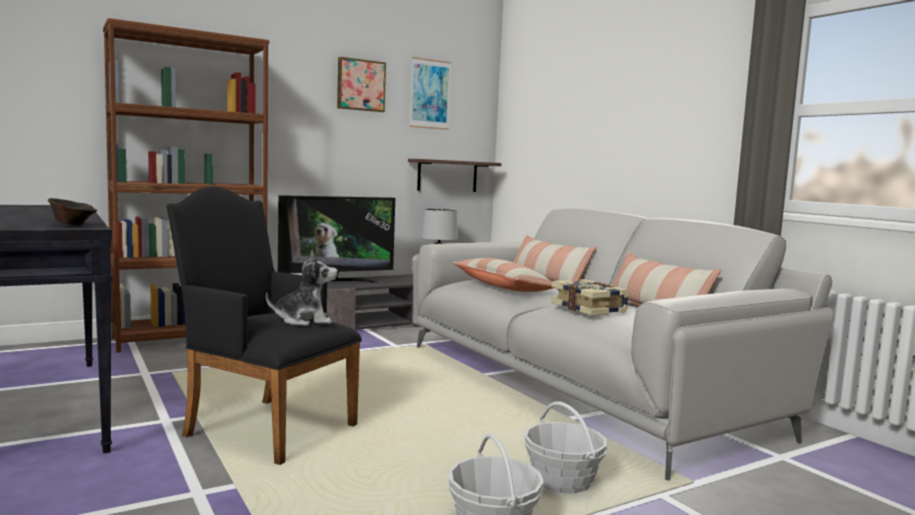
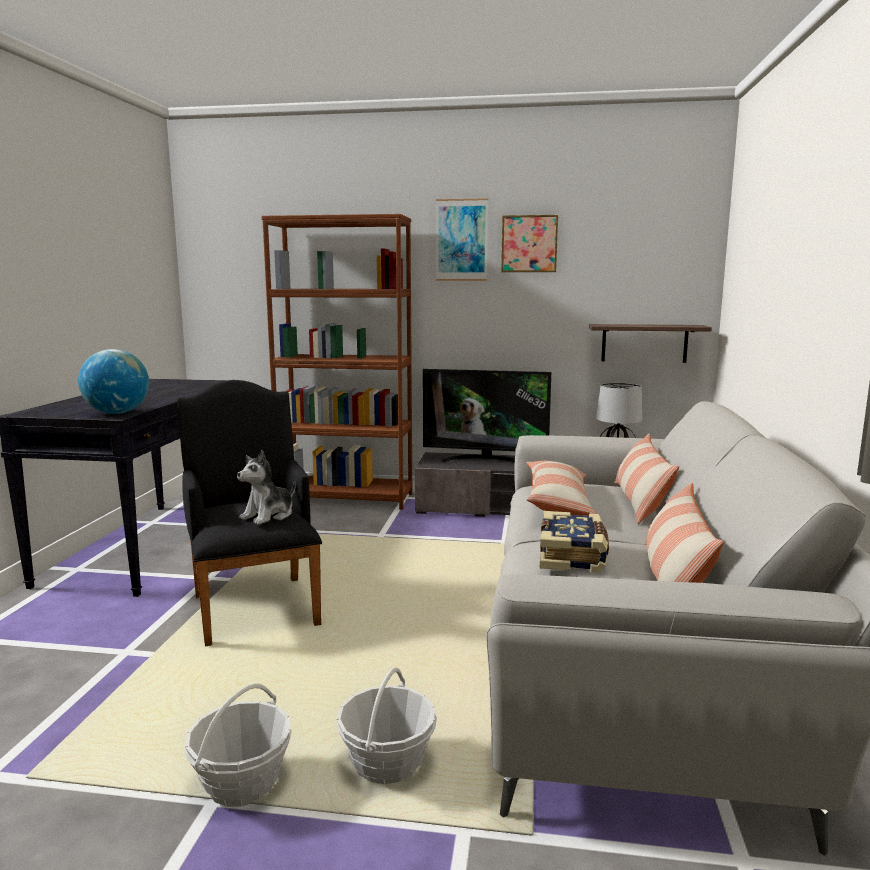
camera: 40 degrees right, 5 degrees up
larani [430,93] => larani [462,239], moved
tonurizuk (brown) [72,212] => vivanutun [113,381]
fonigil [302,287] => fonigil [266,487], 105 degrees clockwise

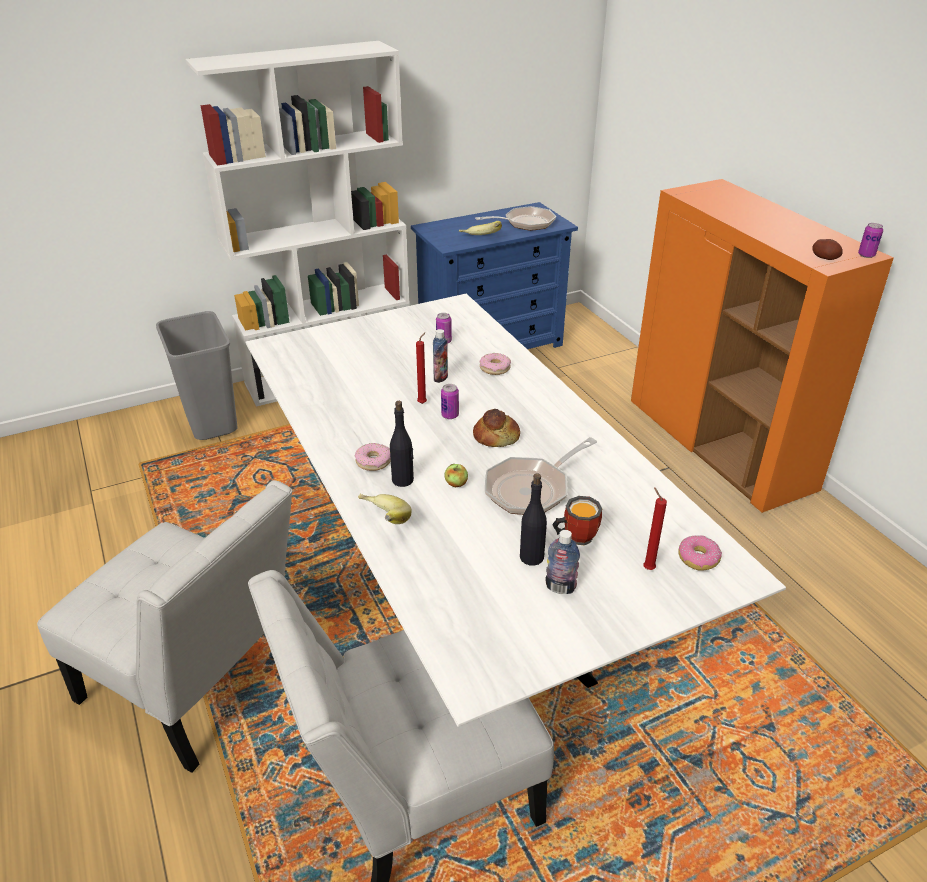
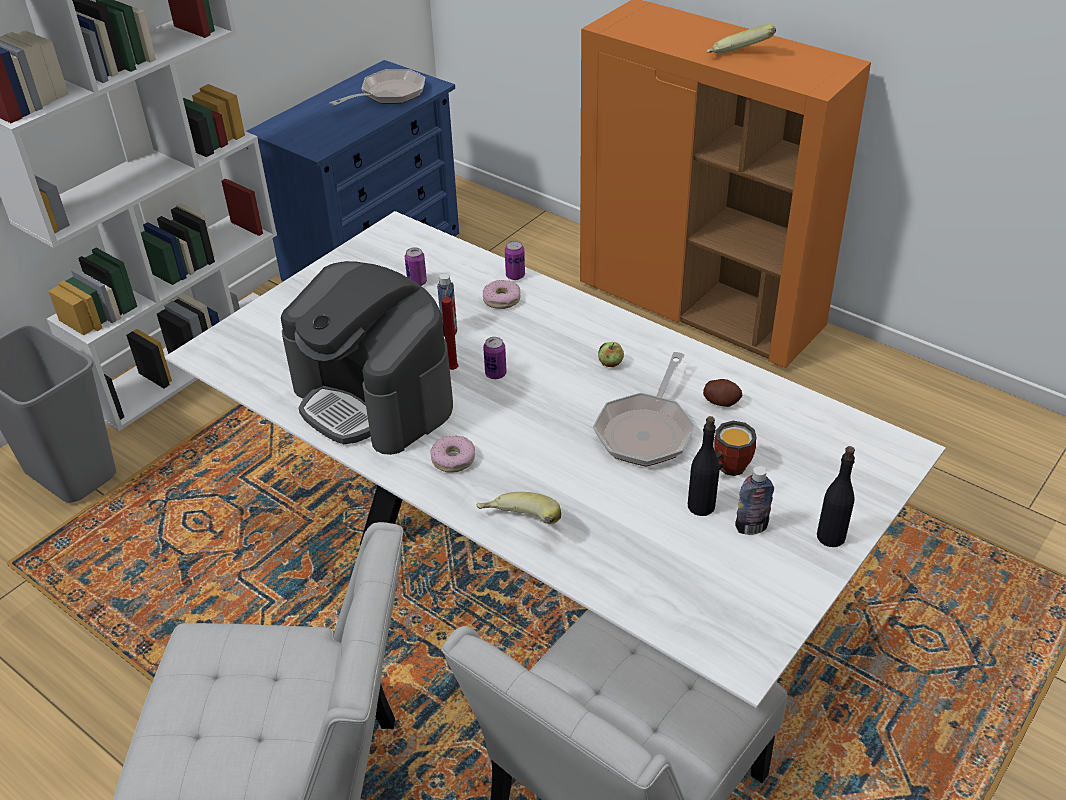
camera: 25 degrees left, 5 degrees up
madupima [480,228] => madupima [741,39], moved
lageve [870,240] => lageve [515,260], moved
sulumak [827,249] => sulumak [723,393], moved
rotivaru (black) [402,444] => rotivaru (black) [836,496], moved
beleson [496,428] => nothing
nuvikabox [456,475] => nuvikabox [611,354], moved
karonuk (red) [655,528] => nothing
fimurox [700,553] => nothing
nothing => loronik [367,358]

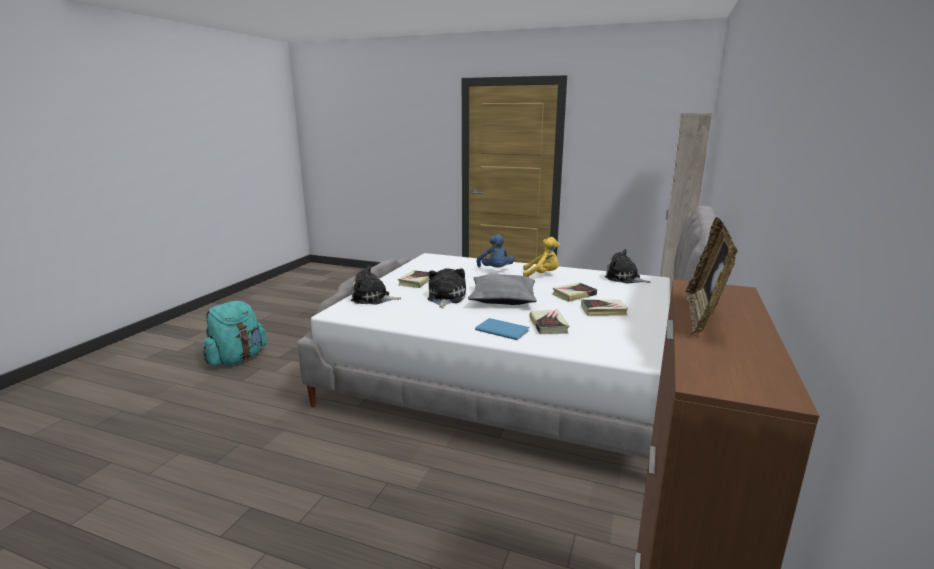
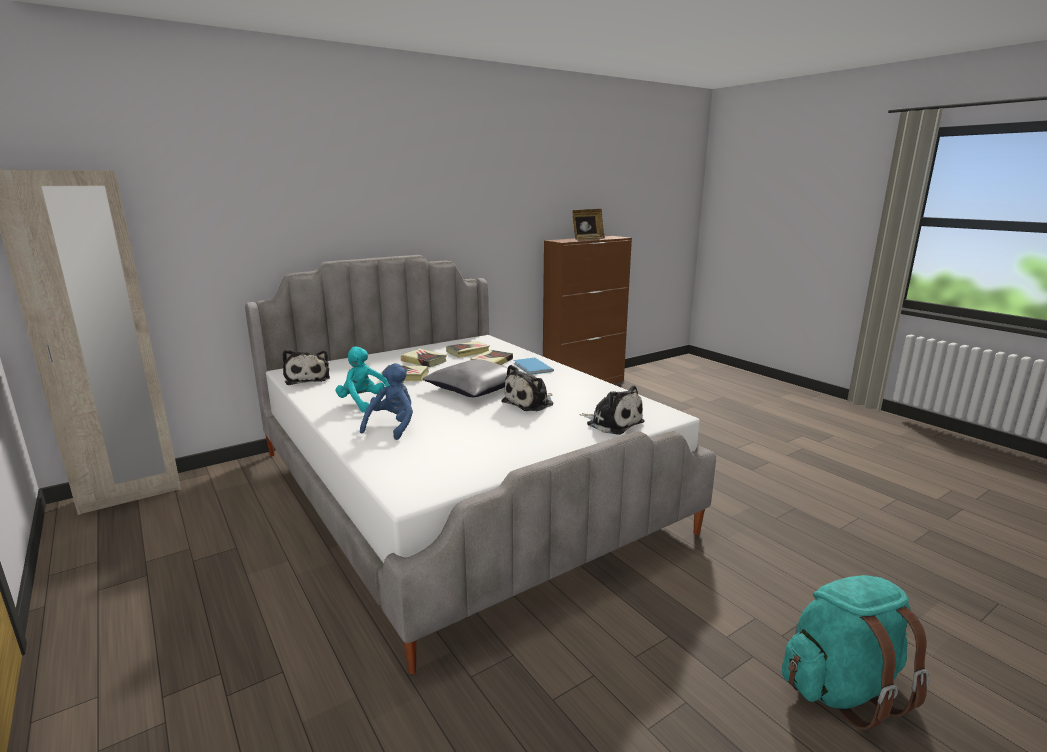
camera: 145 degrees left, 0 degrees up
fonigil (yellow) [541,257] => fonigil (turquoise) [363,379]
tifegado [414,279] => tifegado [468,349], moved

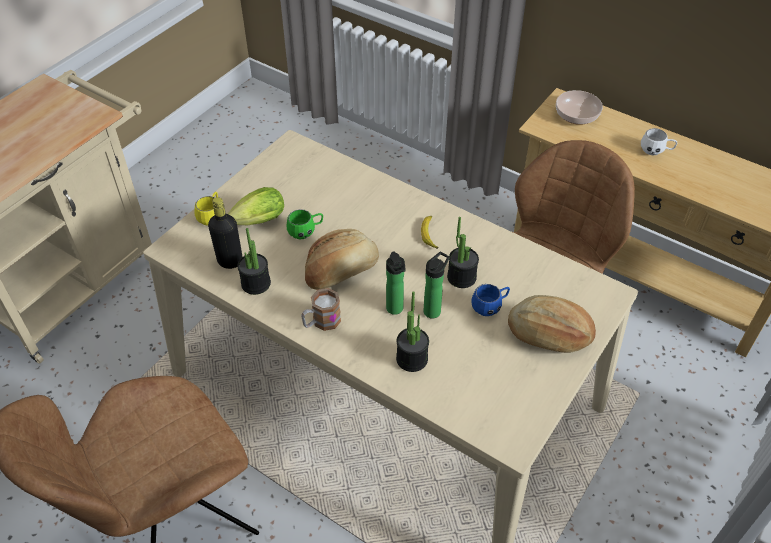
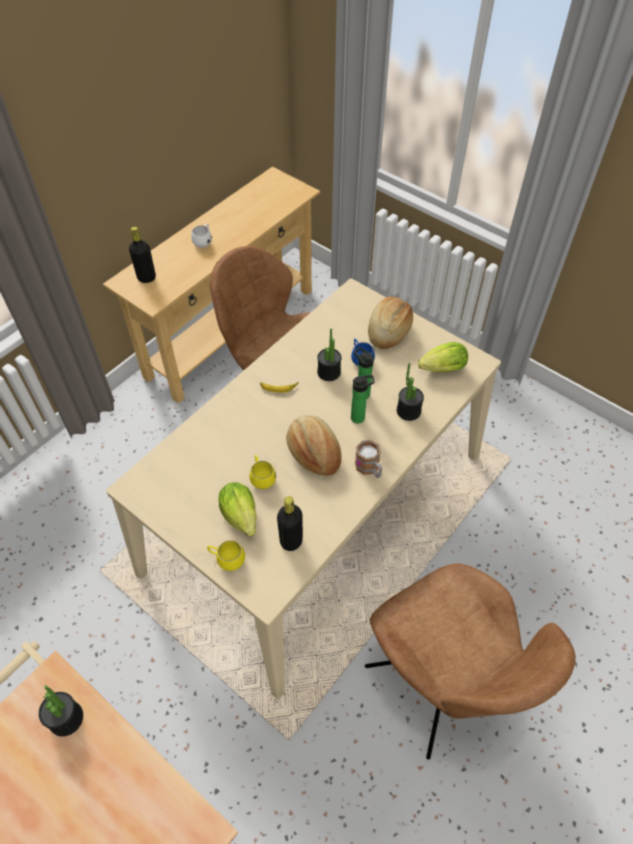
camera: 85 degrees left, 5 degrees up
tonurizuk [579,107] => rotivaru (black) [142,255]
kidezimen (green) [305,224] => kidezimen (yellow) [262,472]
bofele [254,261] => bofele [61,710], moved
nothing => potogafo [443,357]

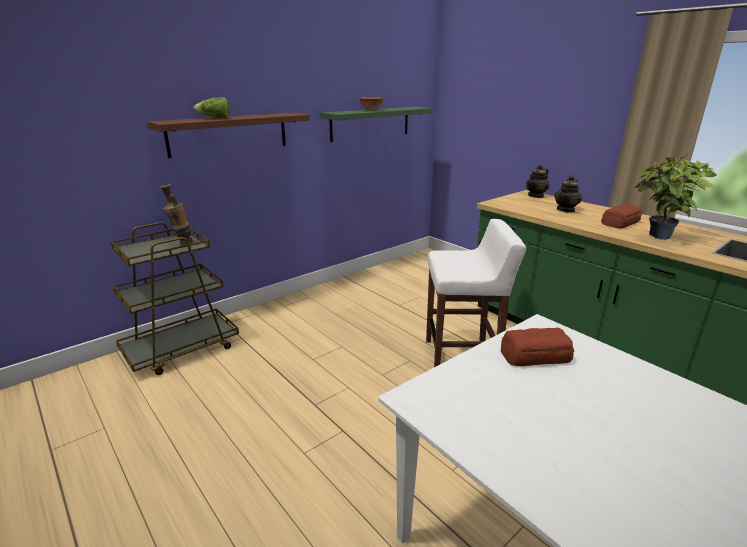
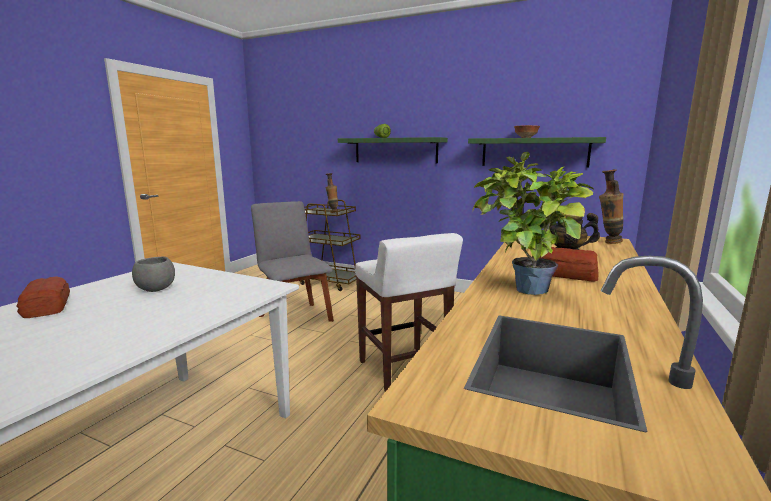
camera: 65 degrees right, 10 degrees down
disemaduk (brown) [228,135] => disemaduk (green) [393,150]
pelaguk [537,181] => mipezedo [611,206]
beleson [537,346] => beleson [43,297], moved
nothing => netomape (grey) [292,261]
nothing => tonurizuk (grey) [153,274]

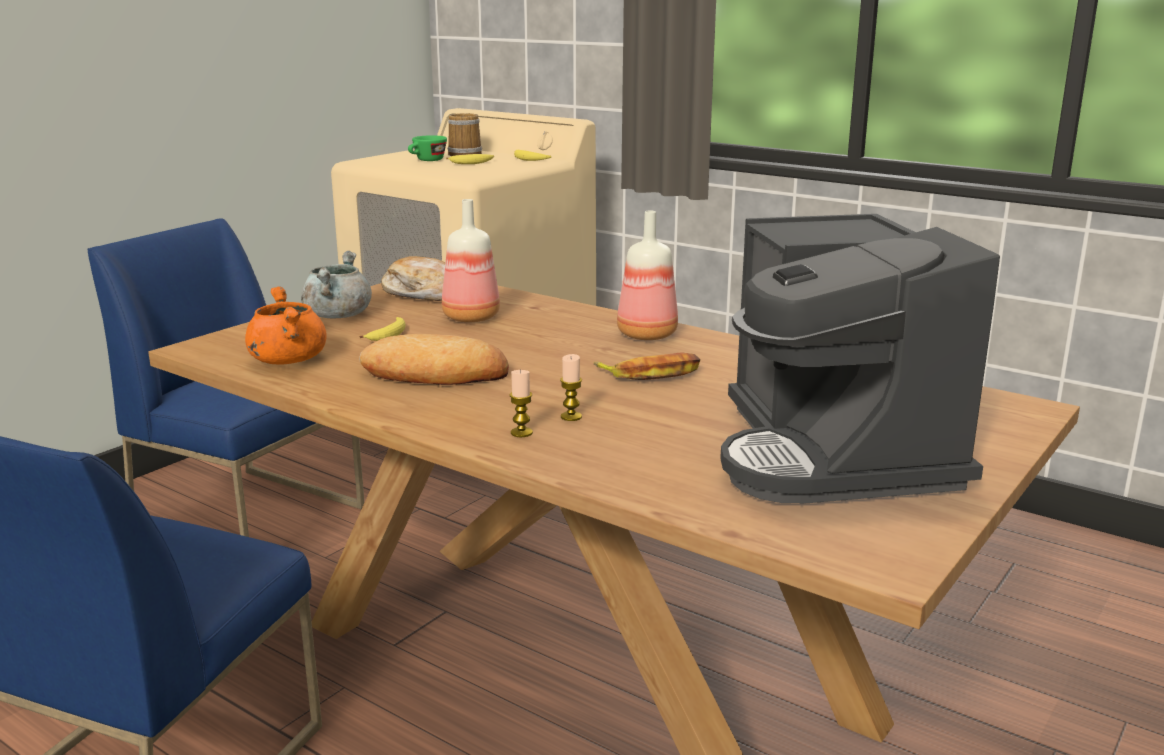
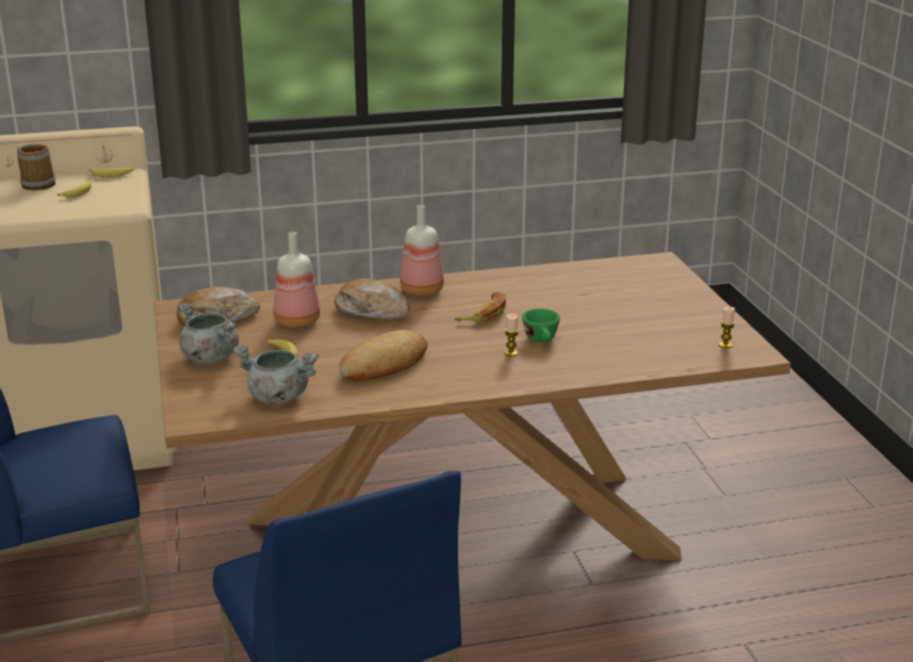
camera: 50 degrees left, 5 degrees up
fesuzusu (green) [427,148] => fesuzusu (green) [541,325], moved
loronik [860,359] => nothing
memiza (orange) [286,325] => memiza (grey) [275,374]
karonuk [521,403] => karonuk [727,327], moved
nothing => beleson [371,299]

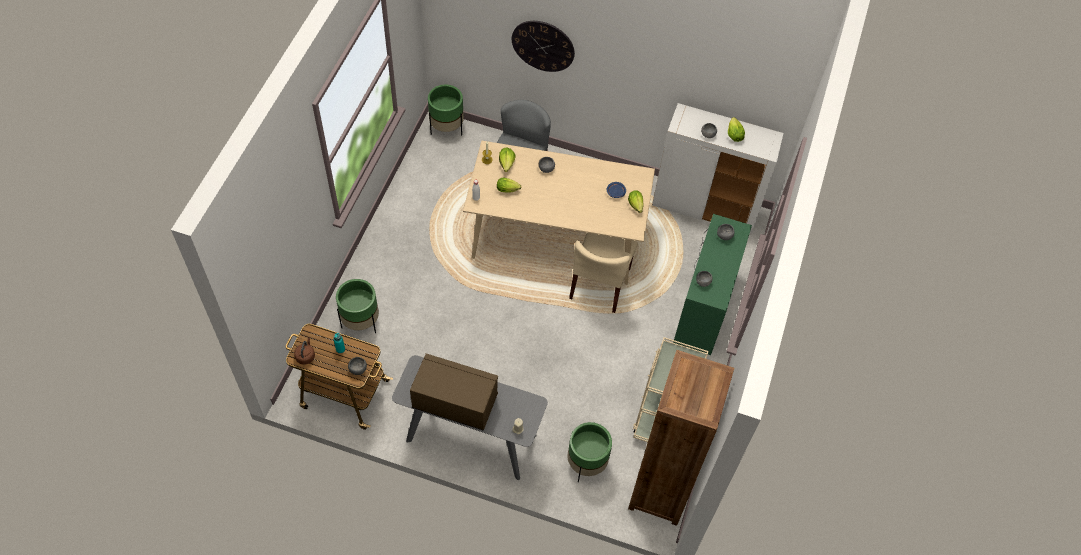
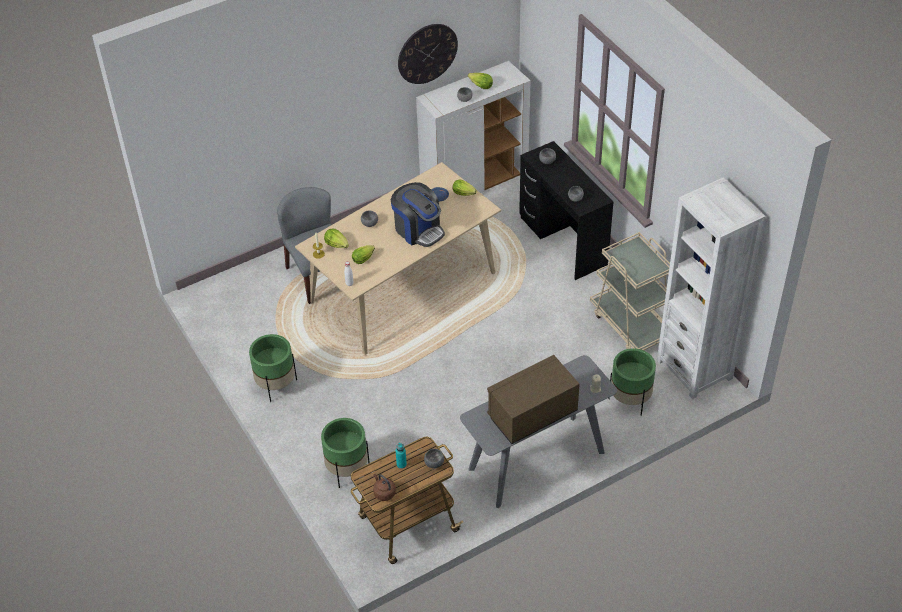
camera: 45 degrees left, 10 degrees down
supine [543,46] => supine [428,54], moved
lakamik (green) [446,110] => lakamik (green) [273,368], moved
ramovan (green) [712,284] => ramovan (black) [566,210]
netomape (beige) [603,273] => nothing
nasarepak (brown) [681,438] => nasarepak (white) [711,288]
nothing => loronik [418,214]

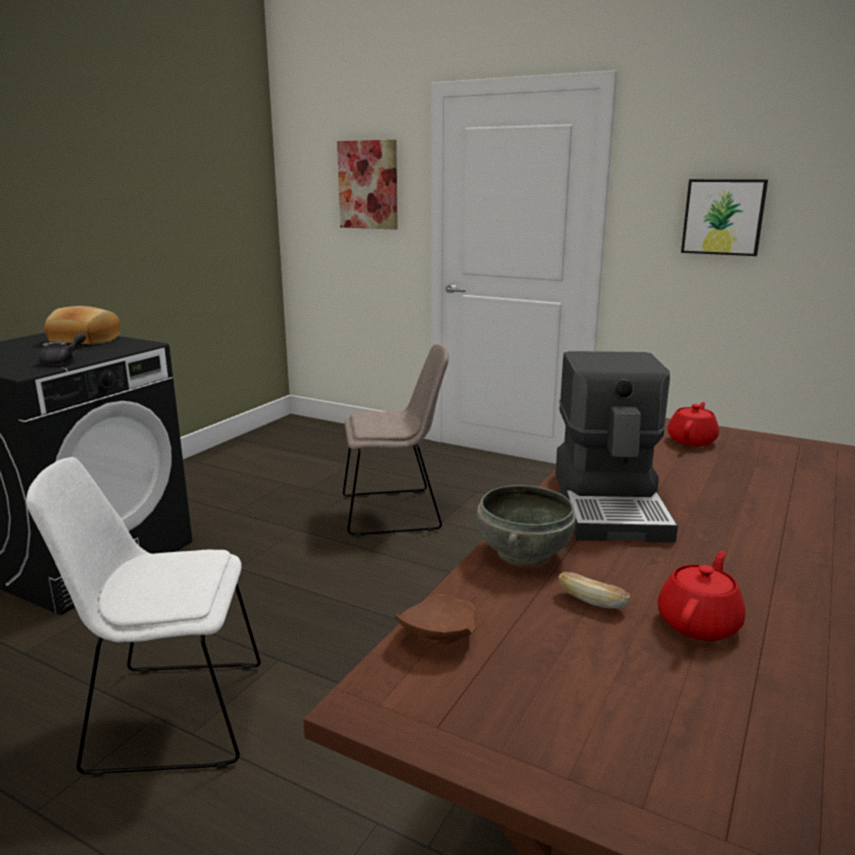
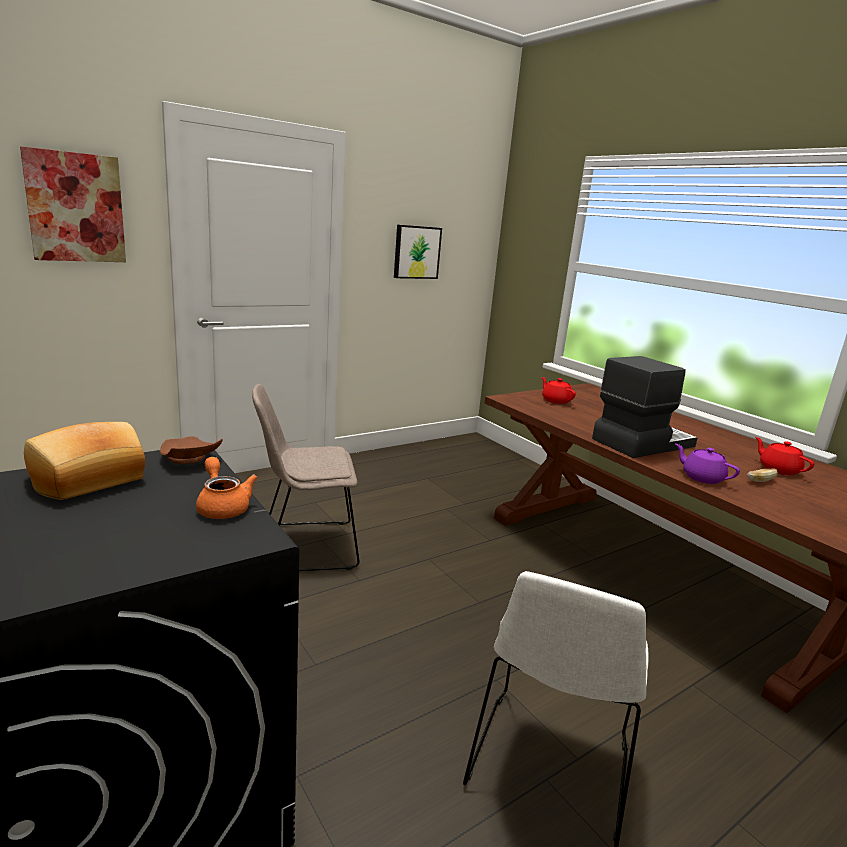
camera: 65 degrees left, 0 degrees up
pelaguk (grey) [62,348] => pelaguk (orange) [227,488]
netomape (beige) [396,440] => netomape (beige) [306,477], 120 degrees counterclockwise
loronik [617,447] => loronik [645,407], 60 degrees counterclockwise
tonurizuk (grey) [526,525] => pelaguk (purple) [707,464]
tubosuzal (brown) [435,619] => tubosuzal (brown) [191,450], moved

